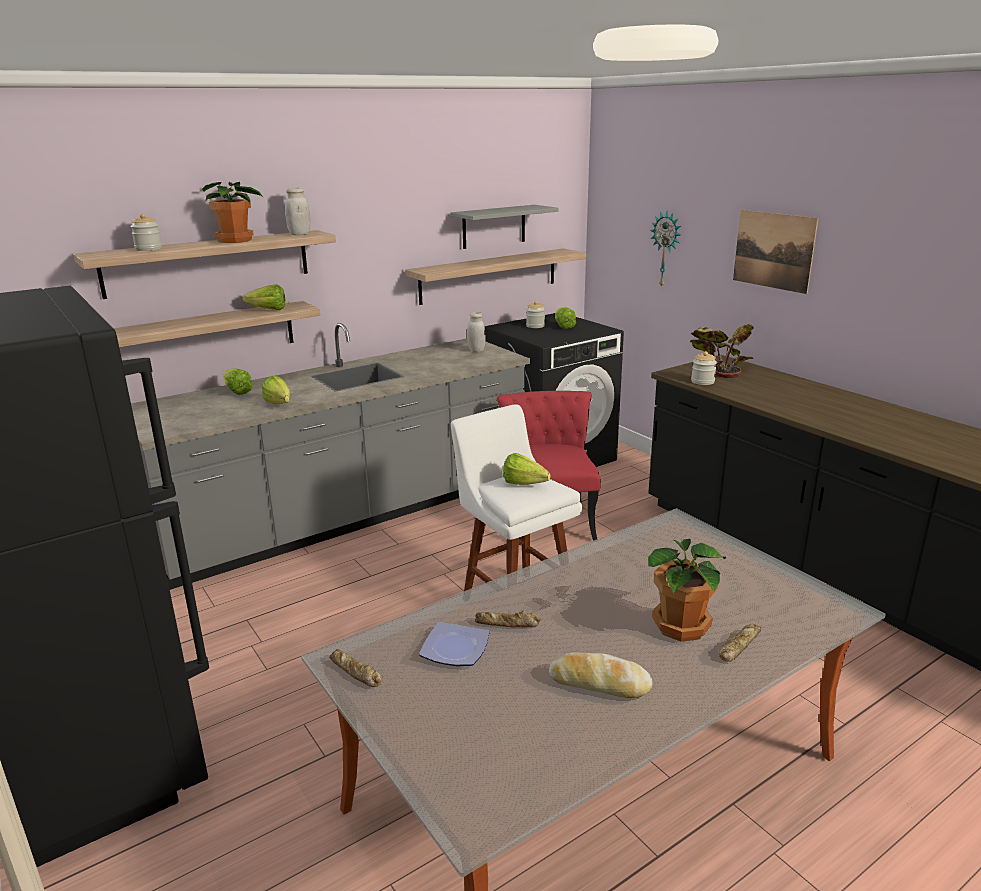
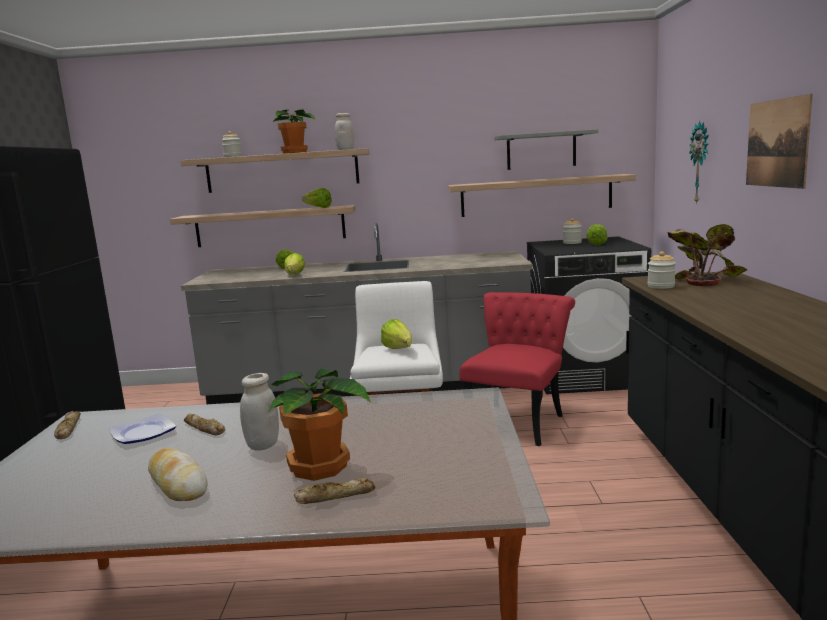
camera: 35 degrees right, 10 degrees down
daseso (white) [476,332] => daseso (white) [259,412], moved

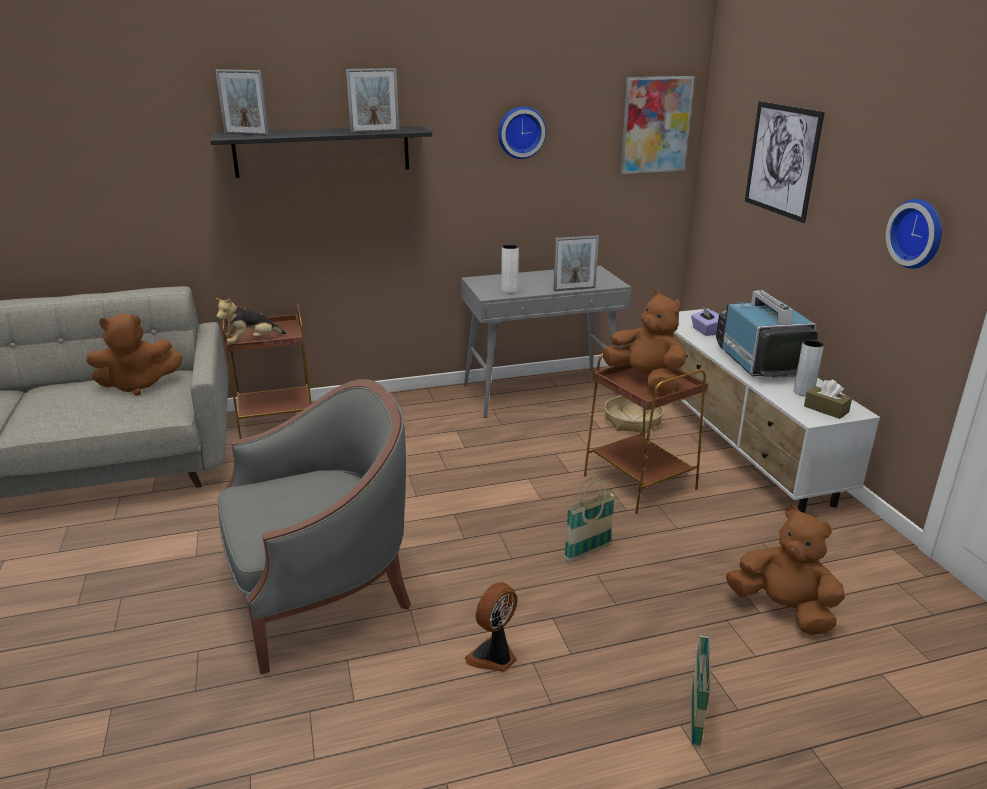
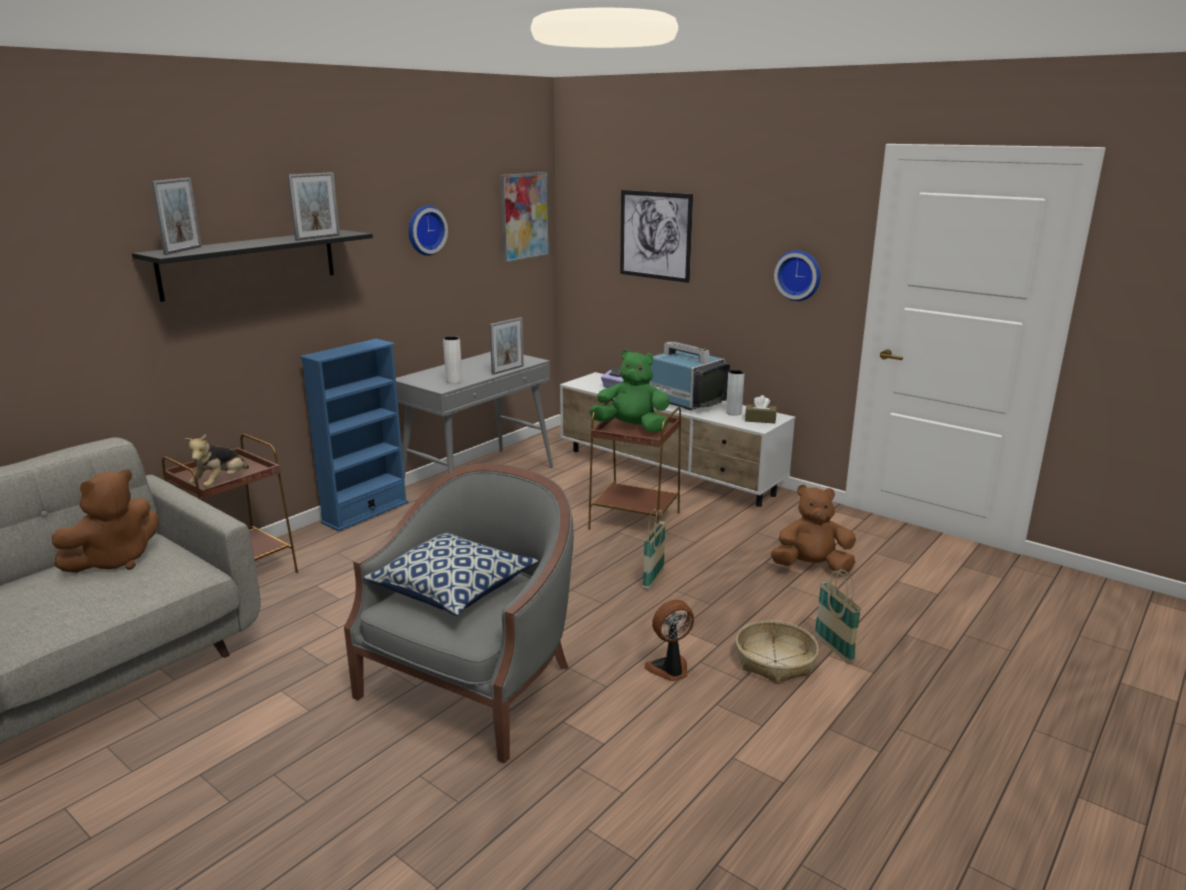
camera: 35 degrees left, 5 degrees down
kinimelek [242,102] => kinimelek [176,216], 60 degrees counterclockwise
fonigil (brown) [644,342] => fonigil (green) [629,391]
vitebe [634,414] => vitebe [777,652], moved
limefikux [491,627] => limefikux [669,640], 60 degrees clockwise
nothing => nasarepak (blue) [354,435]
nothing => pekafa [450,574]

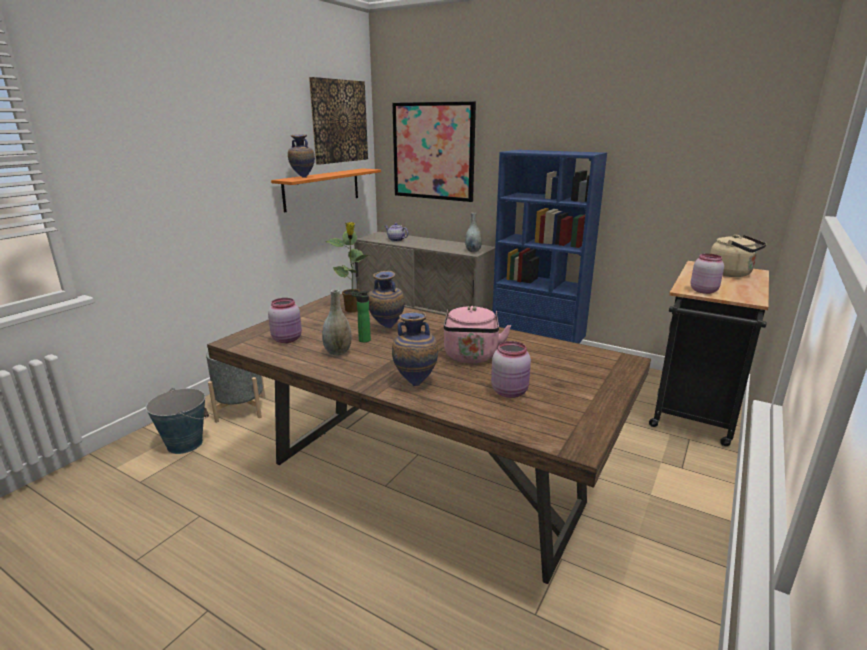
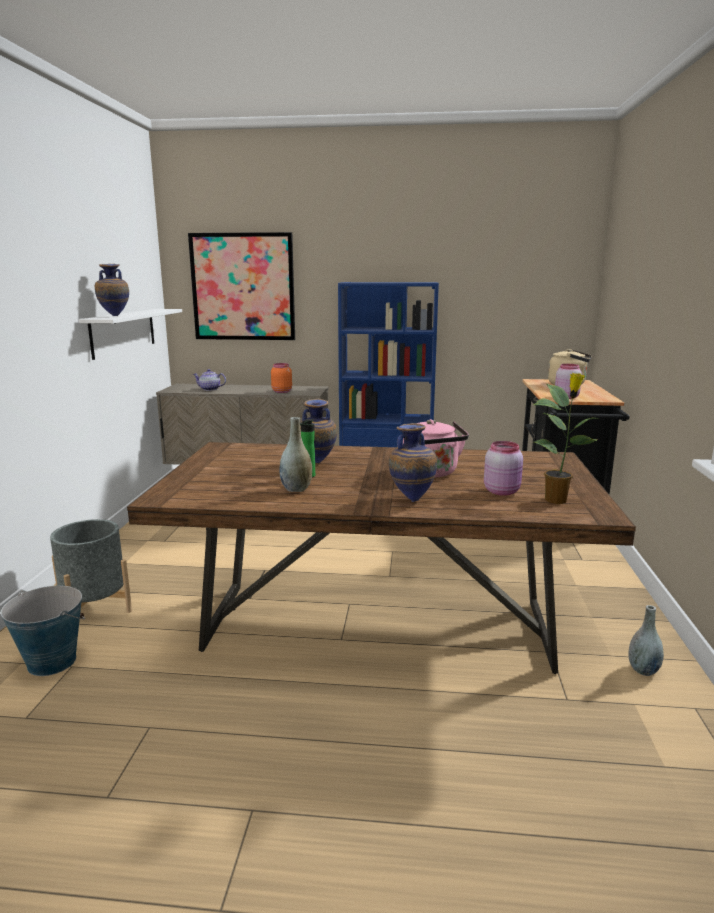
camera: 25 degrees left, 5 degrees down
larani [338,121] => nothing
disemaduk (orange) [326,190] => disemaduk (white) [130,334]
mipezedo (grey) [473,232] => mipezedo (grey) [646,640], moved
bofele [347,267] => bofele [565,438], moved
daseso (pink) [285,320] => nothing
nothing => daseso (orange) [281,378]

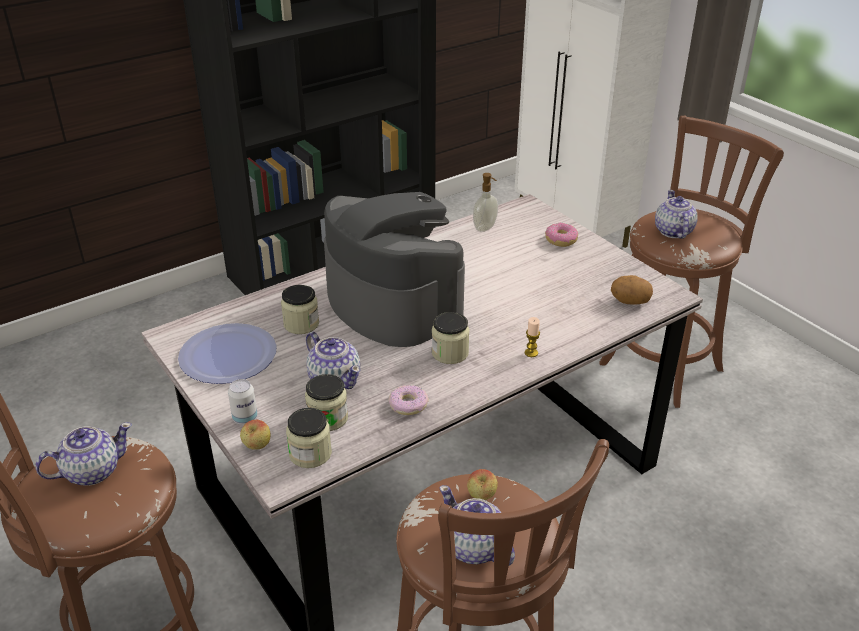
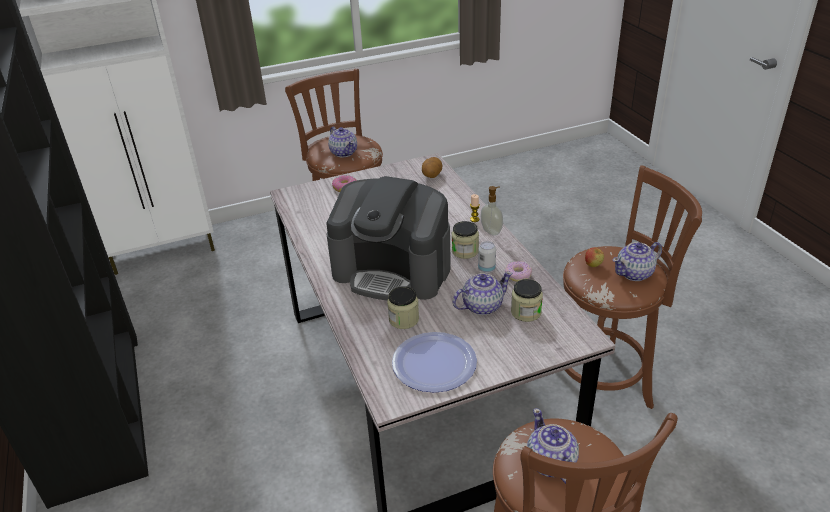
camera: 75 degrees left, 0 degrees up
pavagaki [485,202] => pavagaki [492,211], moved
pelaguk [676,214] => pelaguk [342,142], 135 degrees counterclockwise
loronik [394,269] => loronik [388,238], 135 degrees counterclockwise
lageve [243,402] => lageve [487,257], moved
daseso [309,438] => nothing
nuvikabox [255,435] => nothing

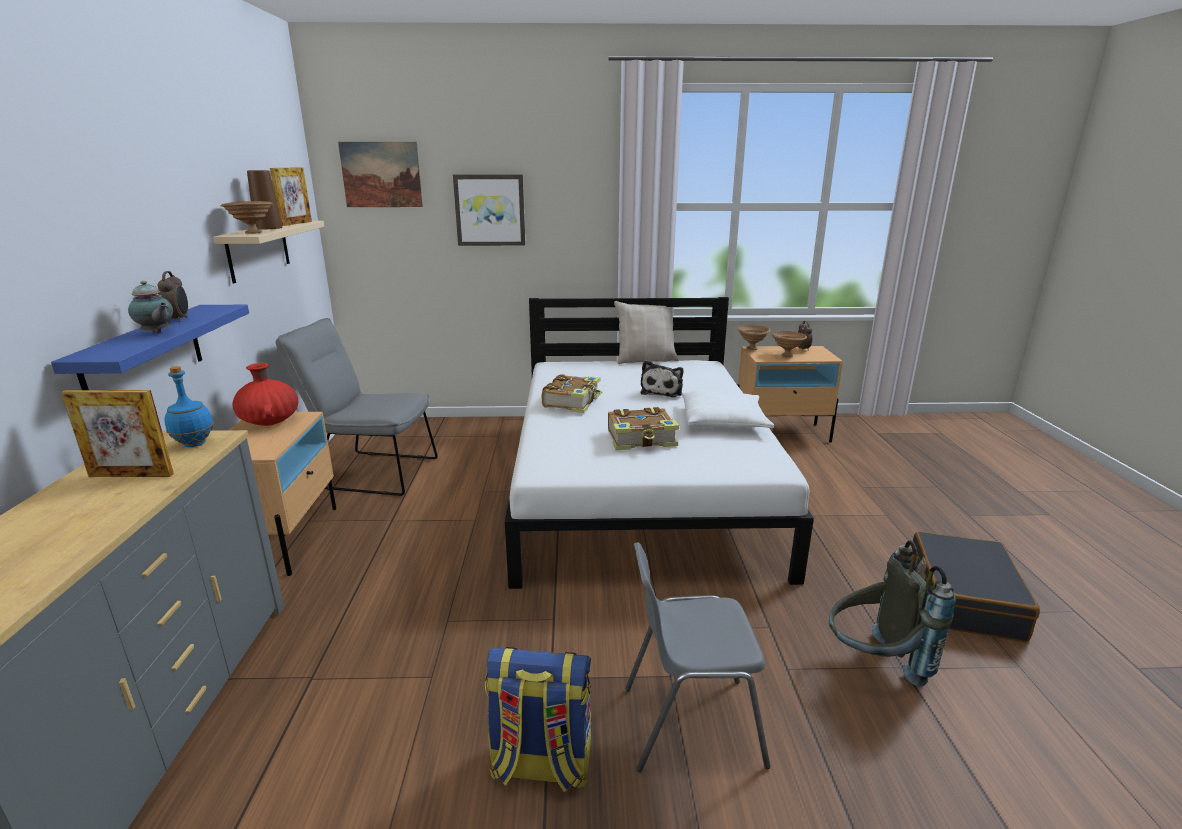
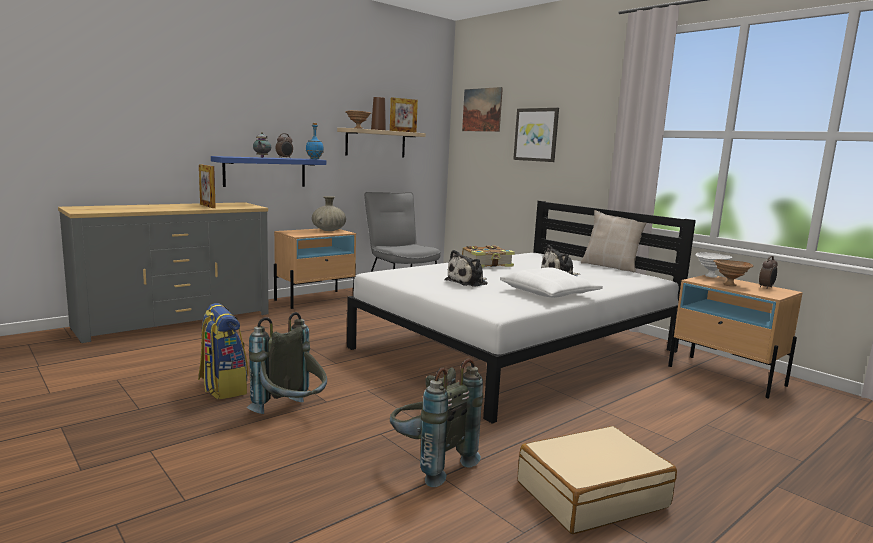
camera: 50 degrees right, 10 degrees down
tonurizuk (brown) [754,337] => tonurizuk (white) [713,265]
mipezedo (red) [265,394] => mipezedo (beige) [329,213]
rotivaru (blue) [189,406] => rotivaru (blue) [315,141], moved
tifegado [643,428] => fonigil [466,268]
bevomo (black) [976,586] => bevomo (beige) [597,480]
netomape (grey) [697,657] => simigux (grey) [287,363]

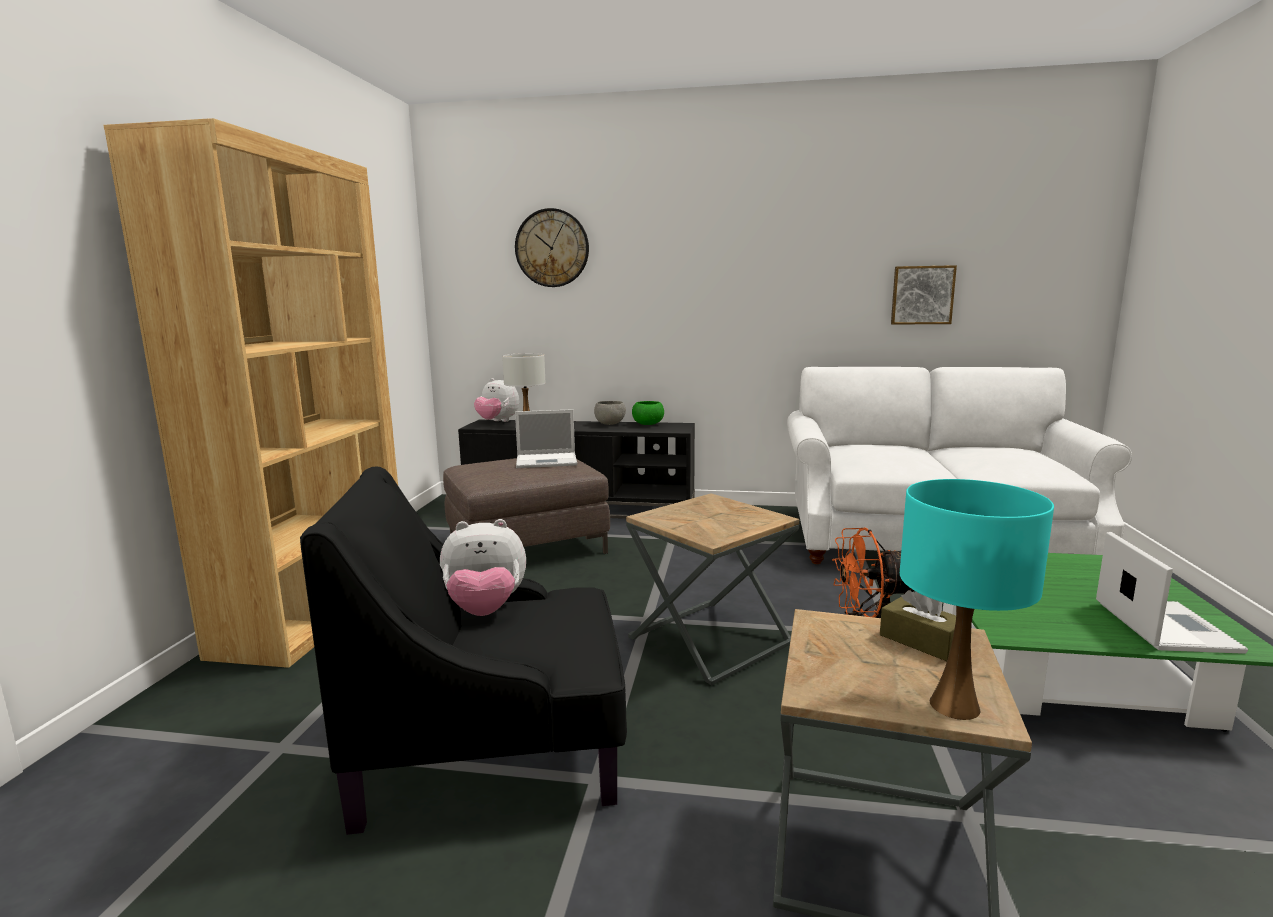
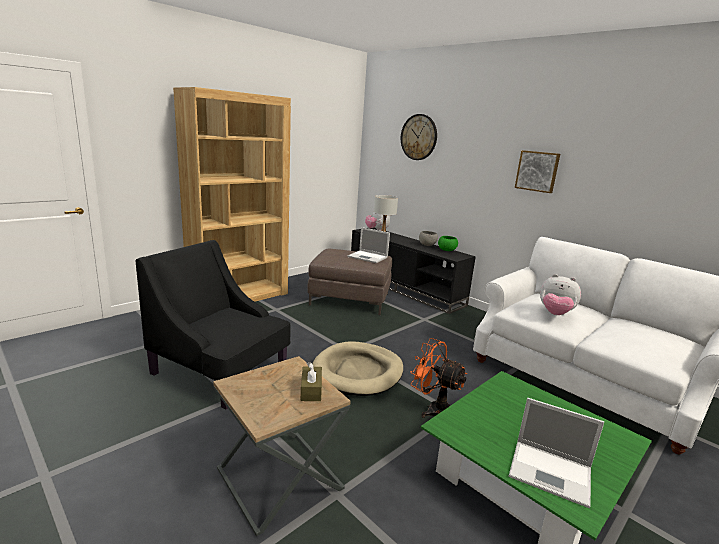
camera: 35 degrees right, 5 degrees up
larani [924,295] => larani [537,171], moved
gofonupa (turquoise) [977,599] => nothing
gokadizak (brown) [712,589] => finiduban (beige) [357,368]
fonigil [483,567] => fonigil [560,294], moved
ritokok [1172,593] => ritokok [556,453], 75 degrees clockwise

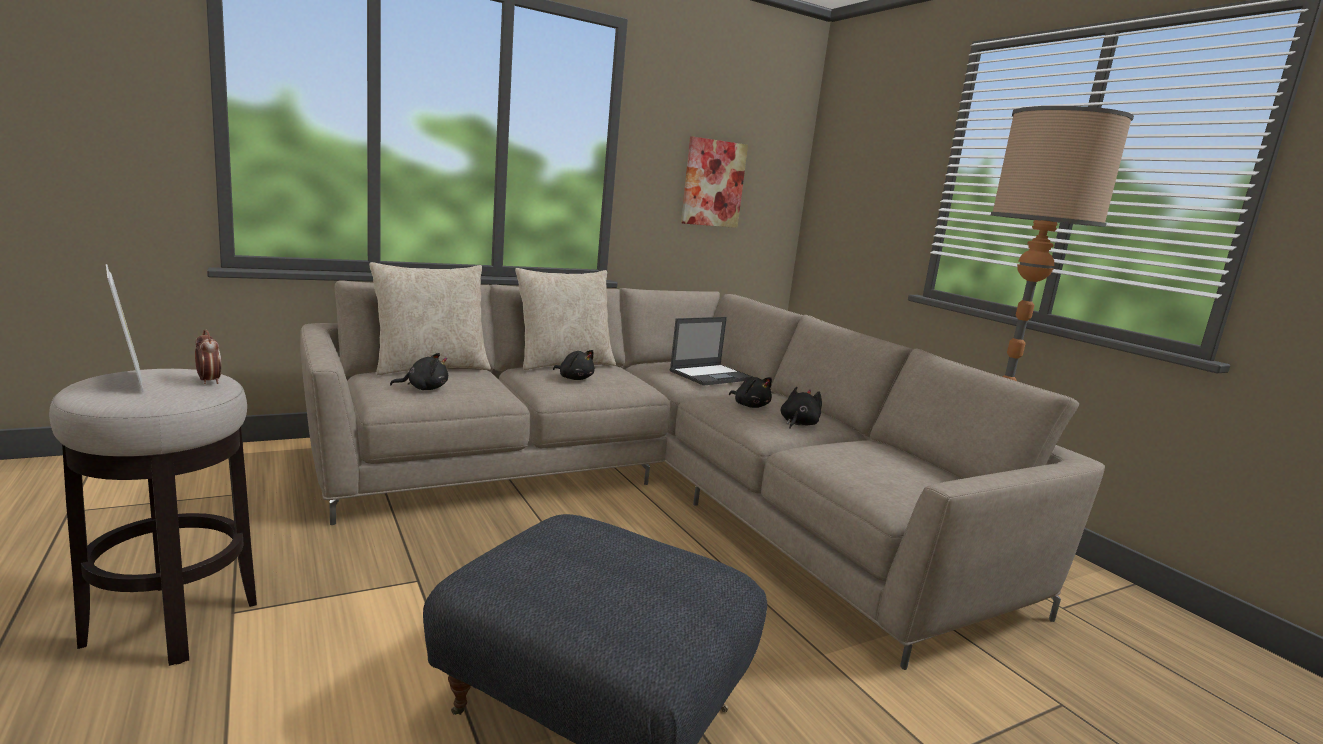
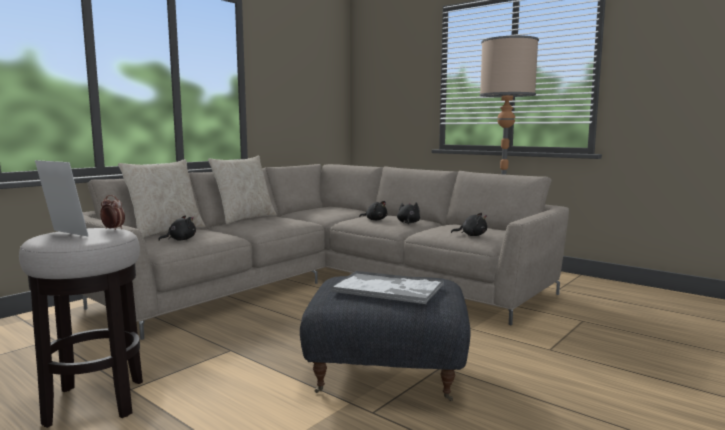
camera: 20 degrees left, 5 degrees down
larani [714,182] => nothing
ritokok [711,351] => nothing
fonigil (black) [574,365] => fonigil (black) [469,224], moved
nothing => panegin [387,287]

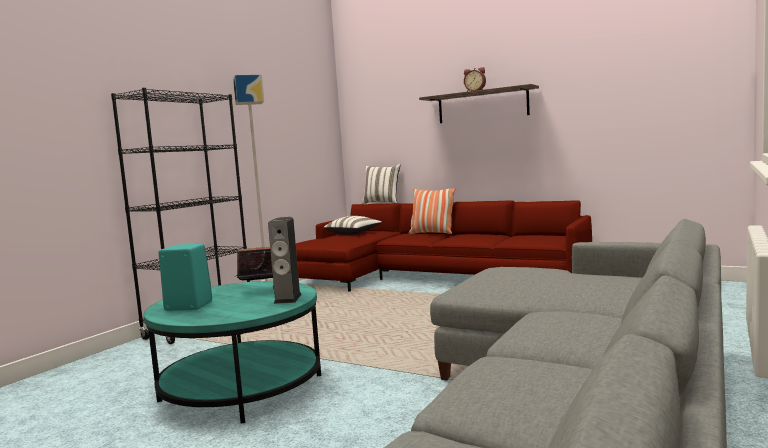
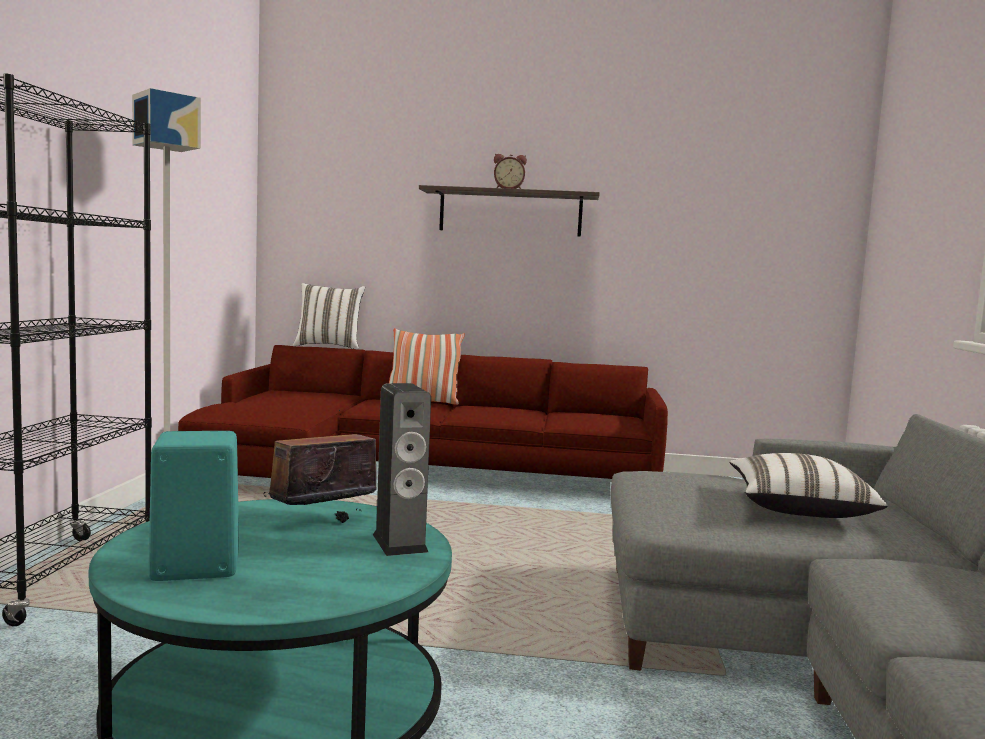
camera: 25 degrees left, 0 degrees up
pekafa (white) [353,225] => pekafa (white) [809,485], moved

